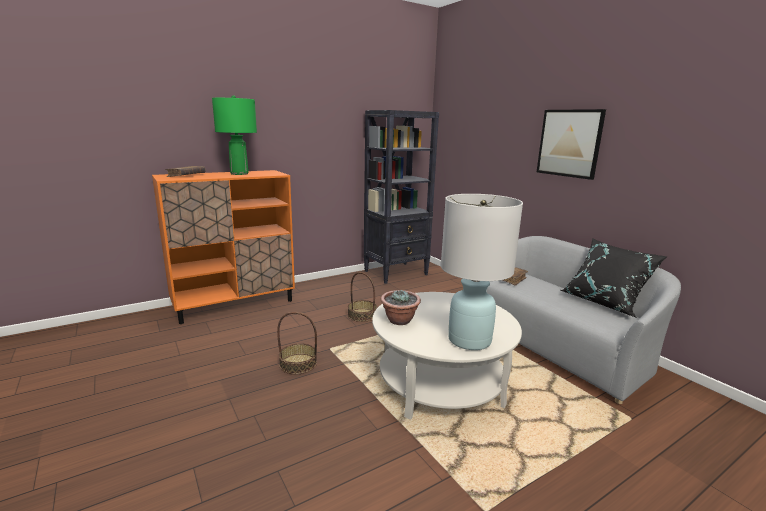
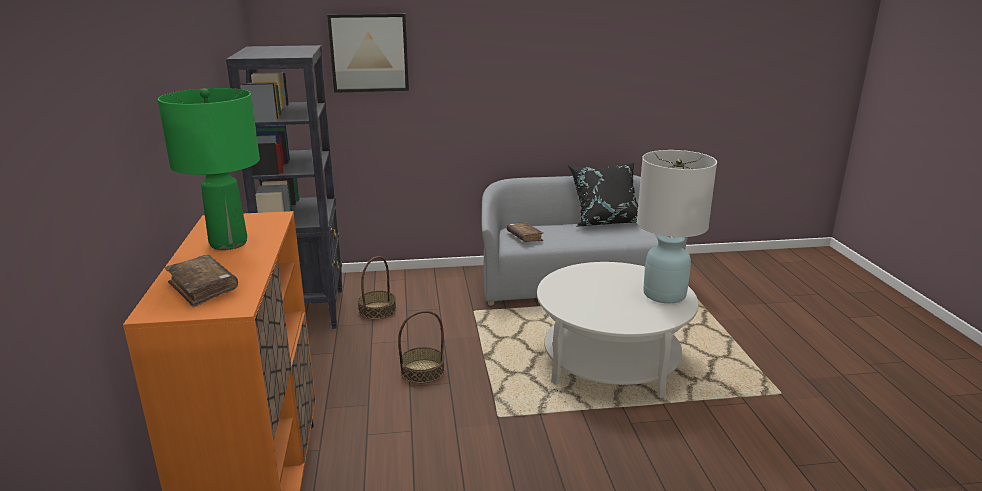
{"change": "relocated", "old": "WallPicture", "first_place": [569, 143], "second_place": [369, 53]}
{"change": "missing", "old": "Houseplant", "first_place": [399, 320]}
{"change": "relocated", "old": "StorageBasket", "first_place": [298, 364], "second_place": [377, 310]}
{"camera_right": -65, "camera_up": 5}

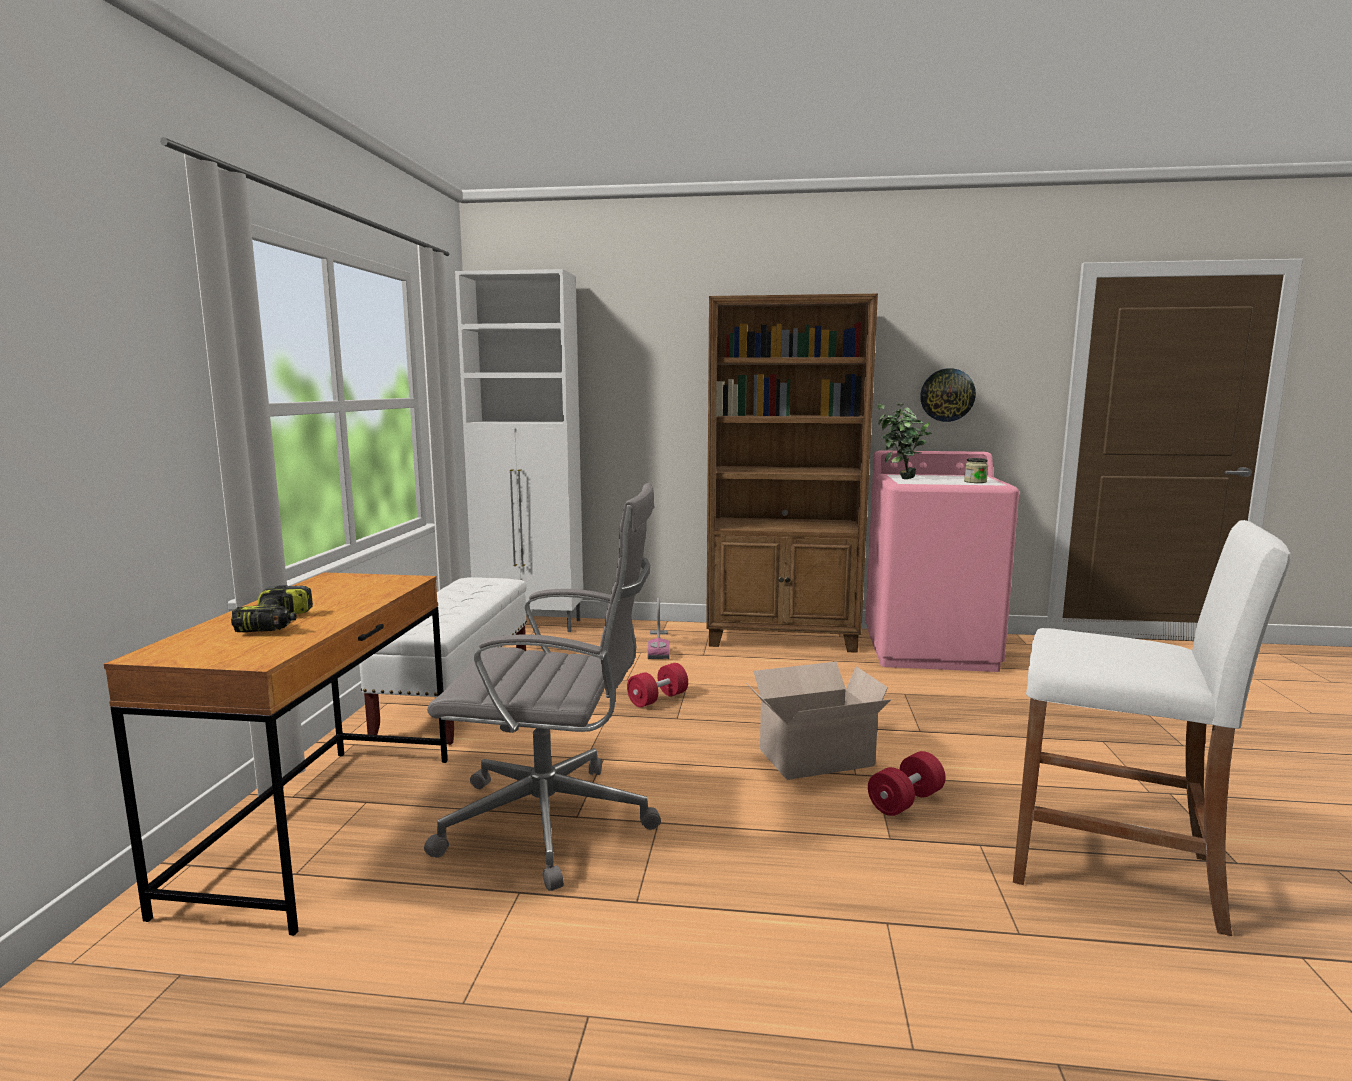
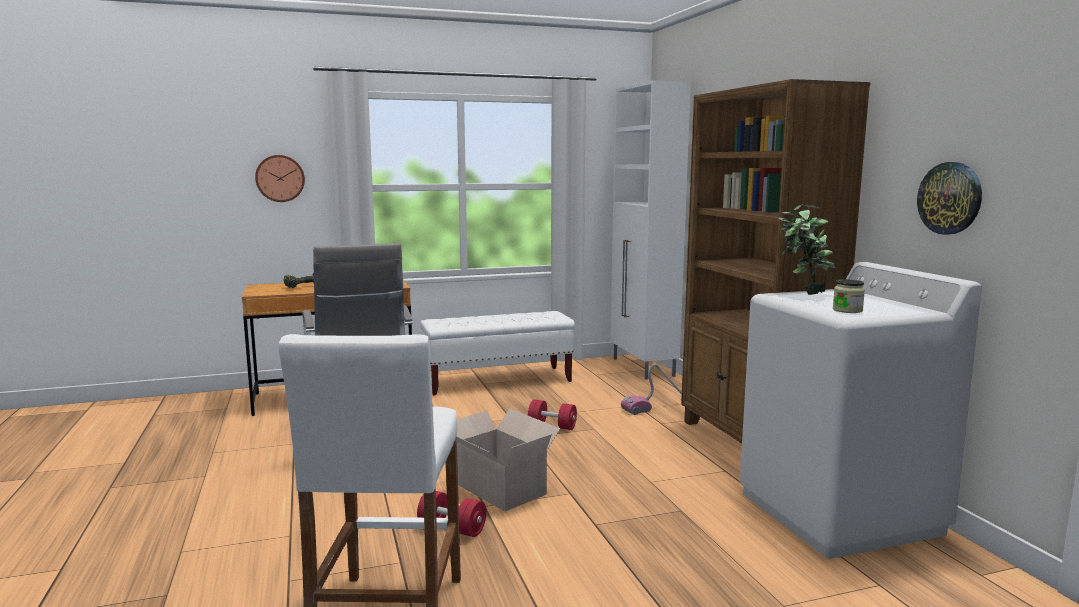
{"change": "colour", "old": "PinkWashingMachine", "new": "WhiteColouredWashingMachine", "first_place": [930, 650], "second_place": [840, 513]}
{"change": "appeared", "new": "ClockOnTheWall", "second_place": [280, 178]}
{"camera_right": 65, "camera_up": 0}

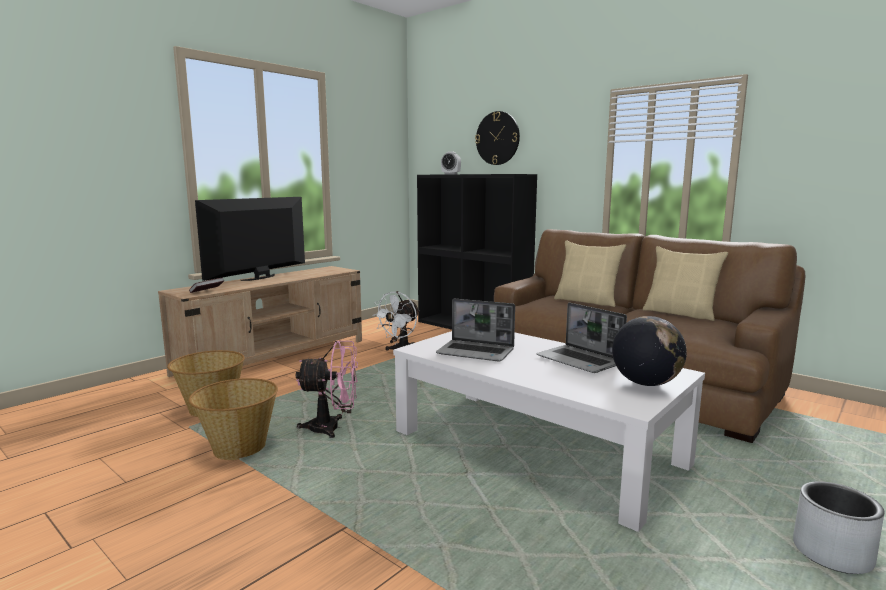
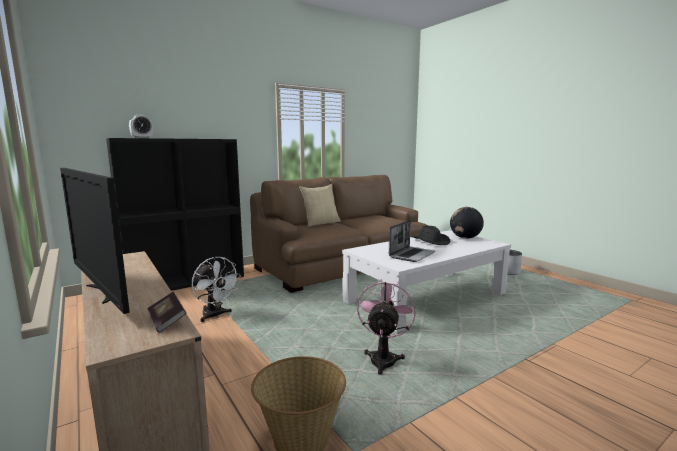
{"change": "missing", "old": "ClockOnTheWall", "first_place": [497, 138]}
{"change": "missing", "old": "SandColouredCushion", "first_place": [680, 313]}
{"change": "exchanged", "old": "Laptop", "new": "BlackishClothingHat", "first_place": [580, 360], "second_place": [431, 241]}
{"change": "missing", "old": "StorageBasket", "first_place": [239, 447]}
{"camera_right": -75, "camera_up": 0}

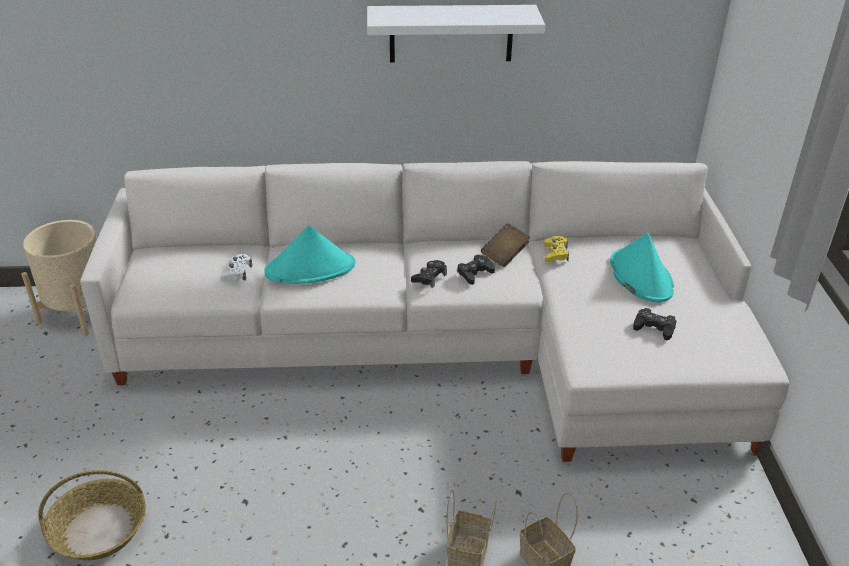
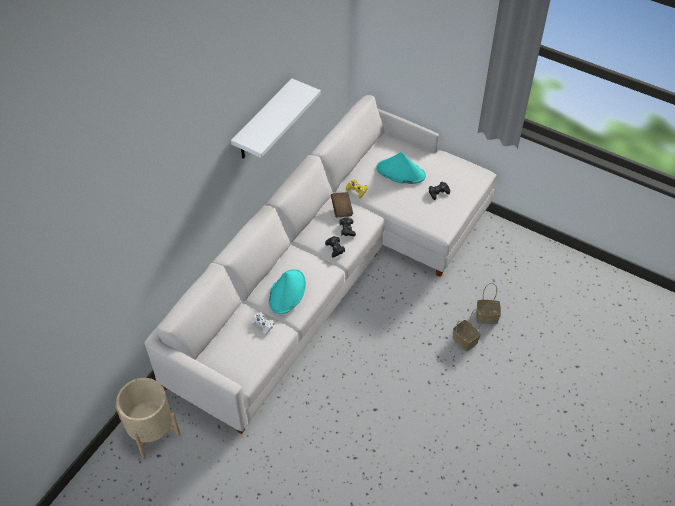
{"change": "missing", "old": "StorageBasket", "first_place": [99, 529]}
{"camera_right": -55, "camera_up": 15}

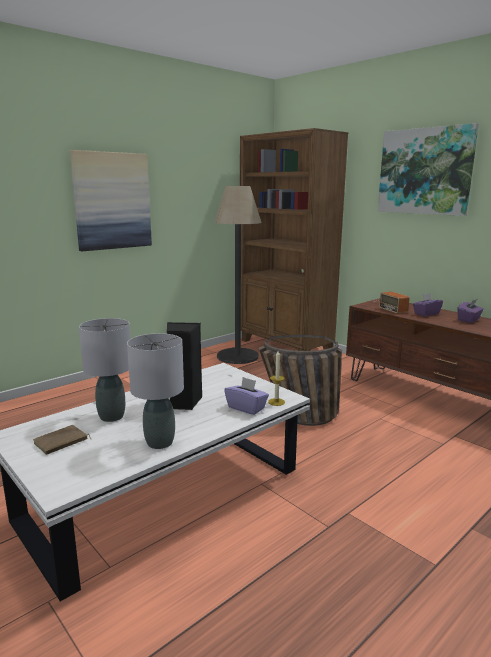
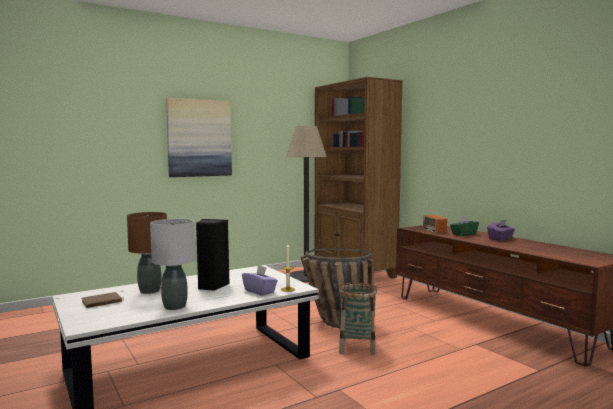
{"change": "missing", "old": "WallPicture", "first_place": [425, 171]}
{"change": "colour", "old": "PurplishTissueBox", "new": "GreenishTissueBox", "first_place": [426, 314], "second_place": [463, 234]}
{"change": "colour", "old": "GreyTableLamp", "new": "BrownColouredTableLamp", "first_place": [112, 416], "second_place": [150, 291]}
{"change": "appeared", "new": "StorageBasket", "second_place": [357, 347]}
{"camera_right": 10, "camera_up": -10}

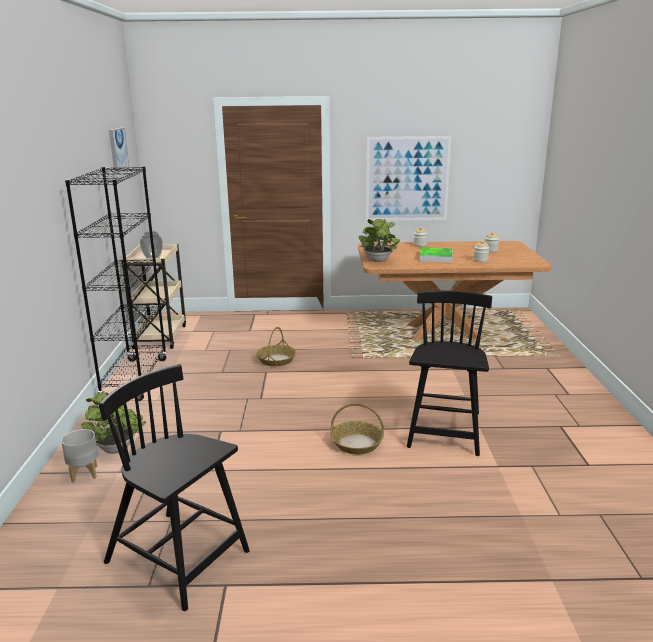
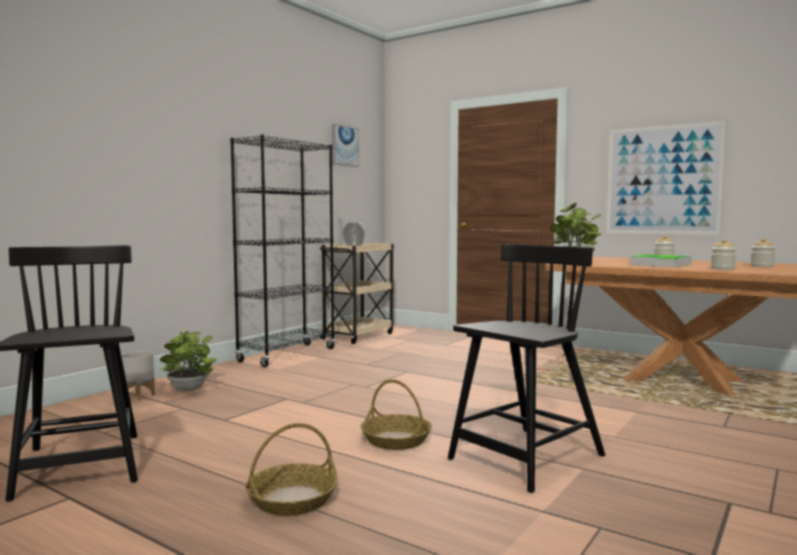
{"change": "relocated", "old": "StorageBasket", "first_place": [276, 360], "second_place": [293, 499]}
{"camera_right": 35, "camera_up": -15}

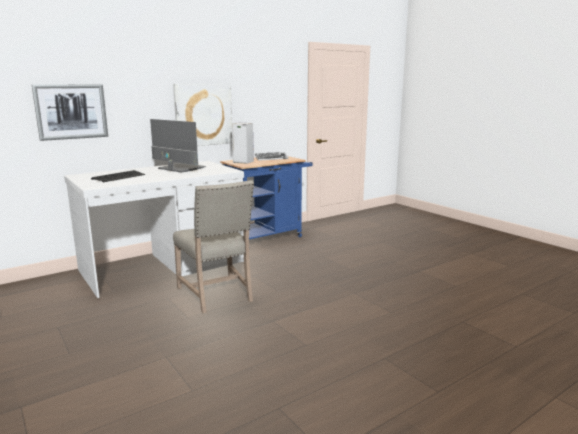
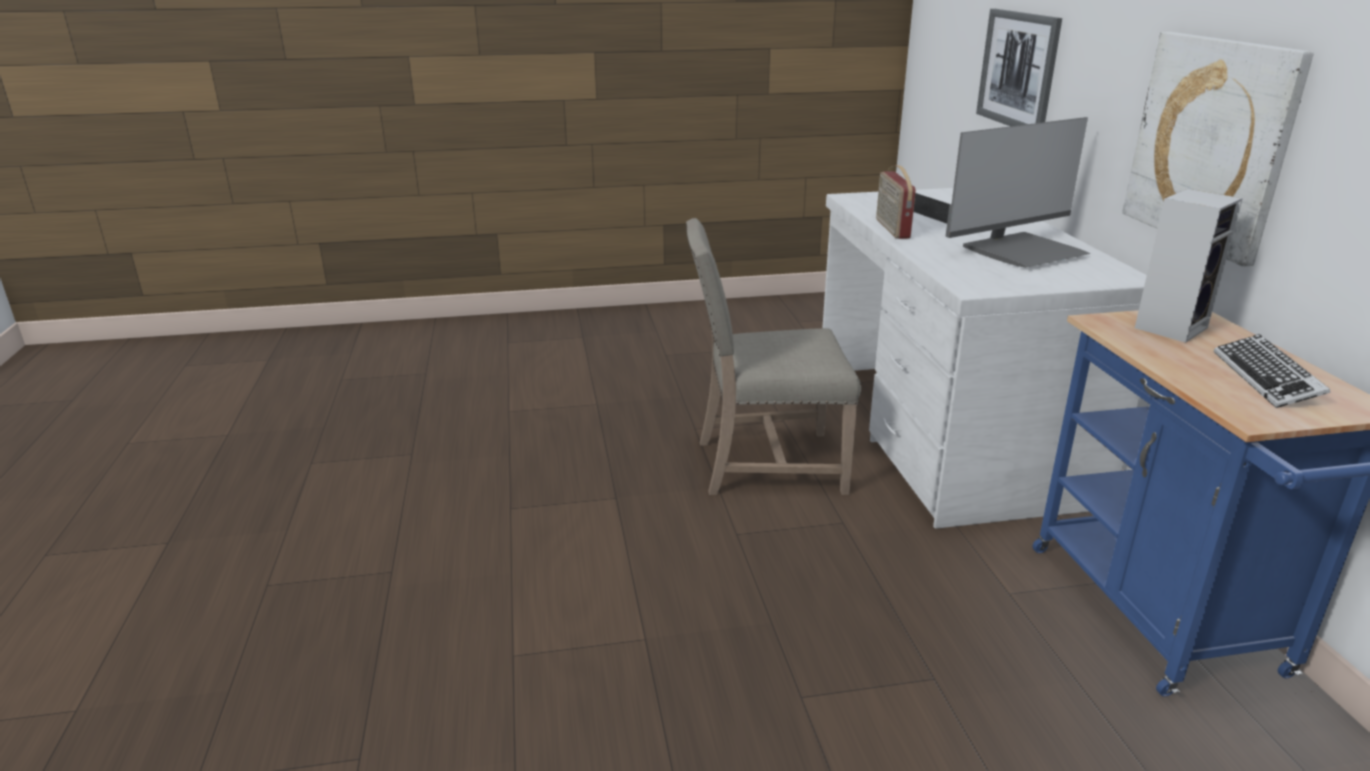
{"change": "appeared", "new": "RadioReceiver", "second_place": [891, 229]}
{"camera_right": 115, "camera_up": 10}

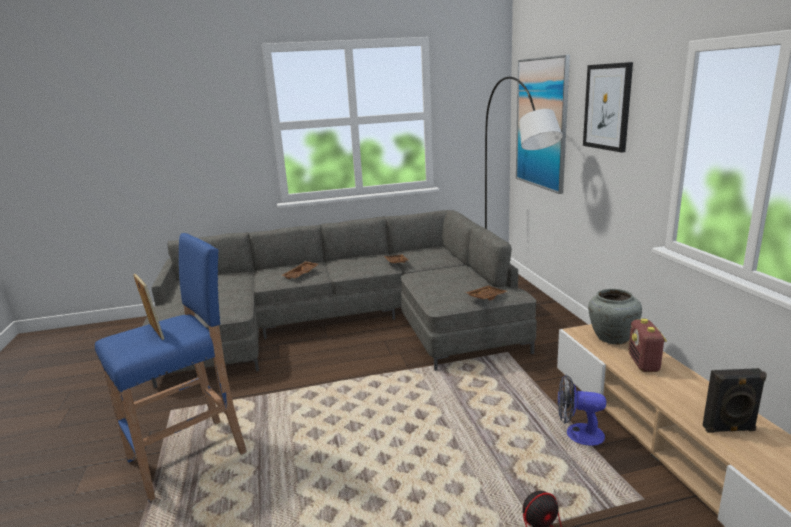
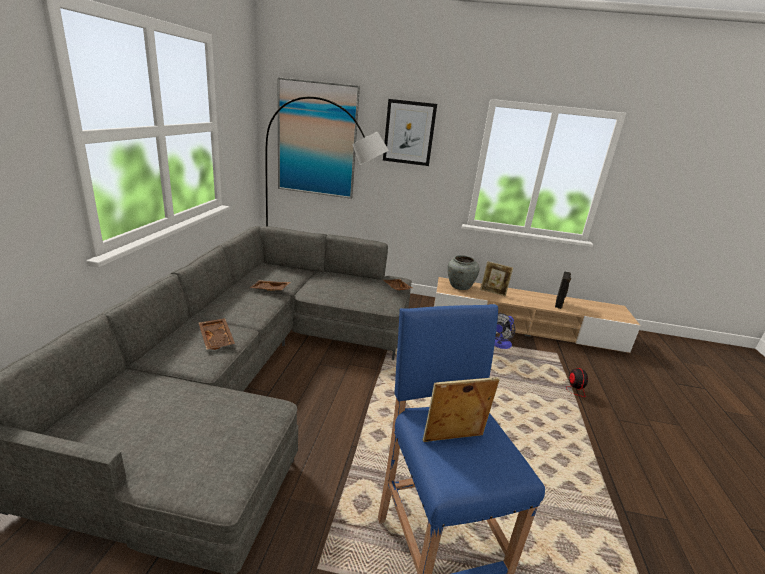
{"change": "exchanged", "old": "RadioReceiver", "new": "StandingFrame", "first_place": [643, 363], "second_place": [493, 292]}
{"camera_right": -70, "camera_up": 5}

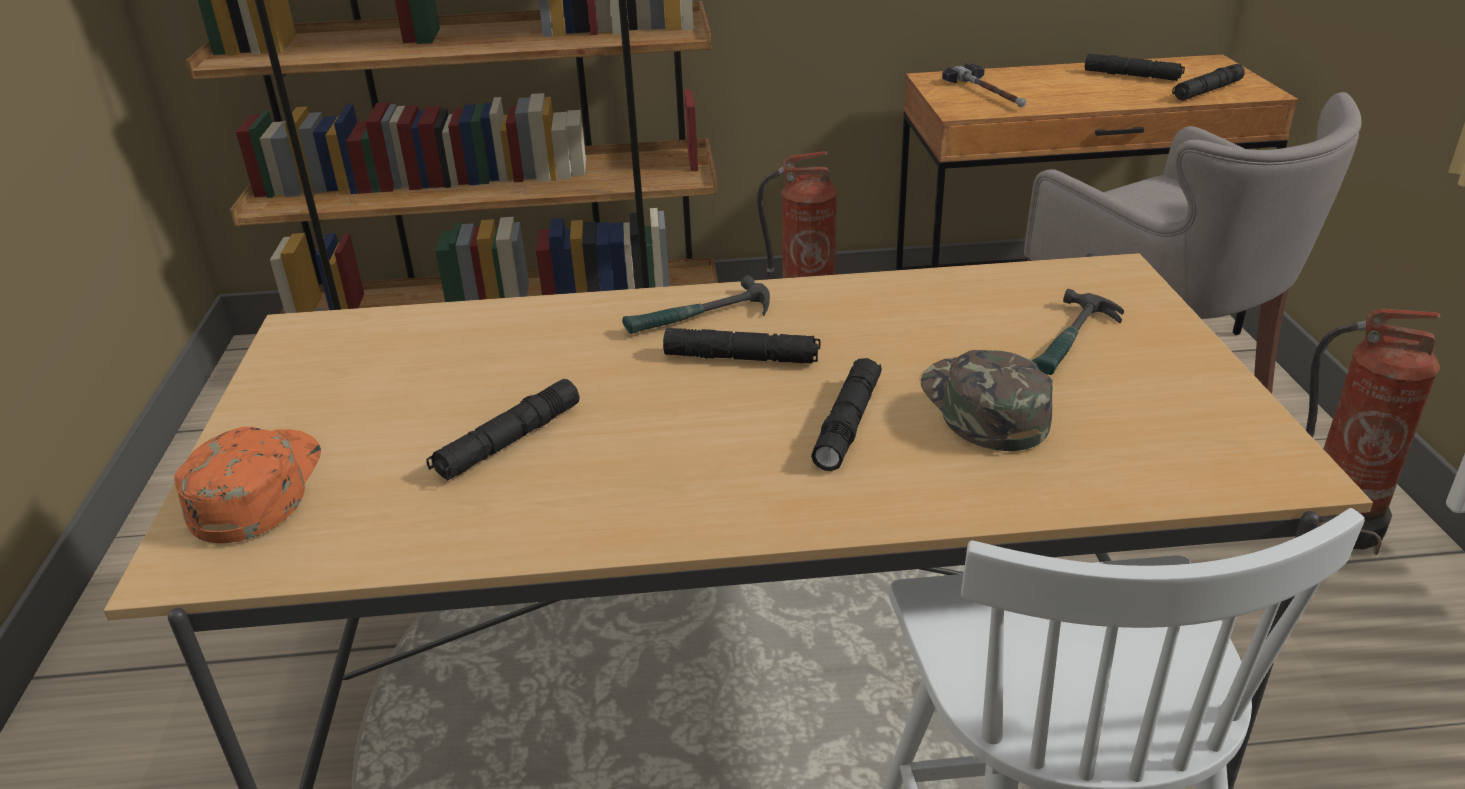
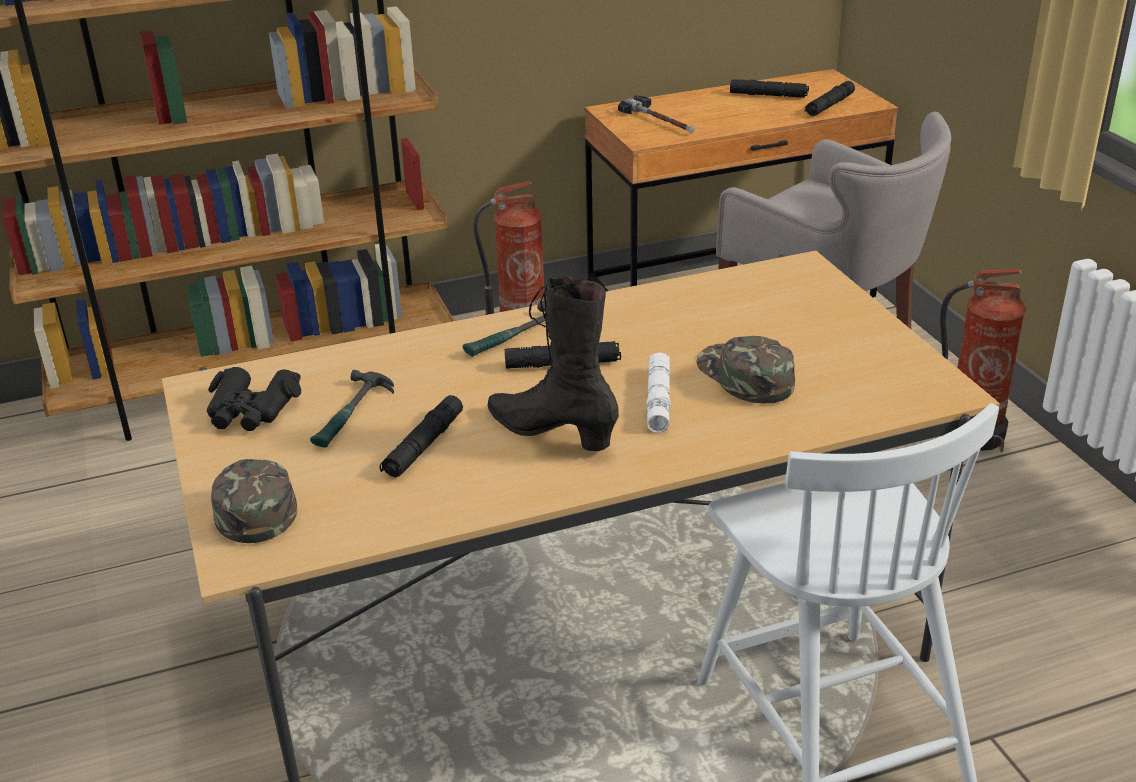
{"change": "relocated", "old": "HandHammer", "first_place": [1072, 342], "second_place": [351, 415]}
{"change": "colour", "old": "BlackishTorch", "new": "WhiteColouredTorch", "first_place": [848, 423], "second_place": [658, 399]}
{"change": "colour", "old": "OrangeColouredBaseballCap", "new": "GreenishBaseballCap", "first_place": [255, 488], "second_place": [253, 504]}
{"change": "appeared", "new": "BlackishTallBoot", "second_place": [552, 432]}
{"change": "appeared", "new": "BlackishBinoculars", "second_place": [251, 411]}
{"camera_right": -15, "camera_up": 0}

